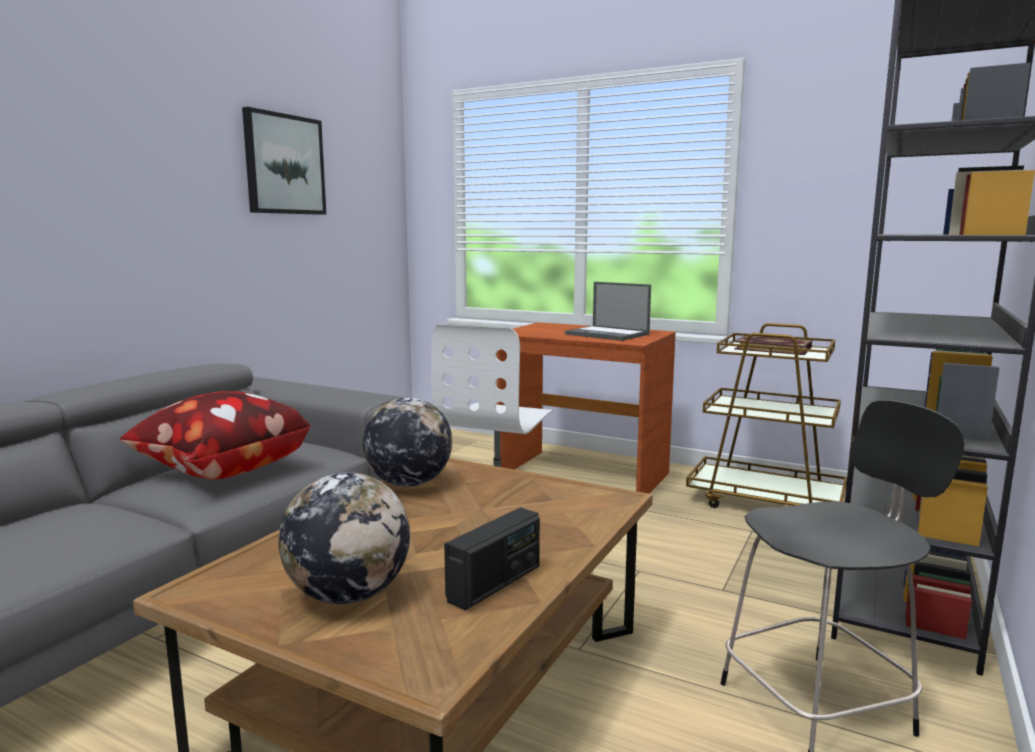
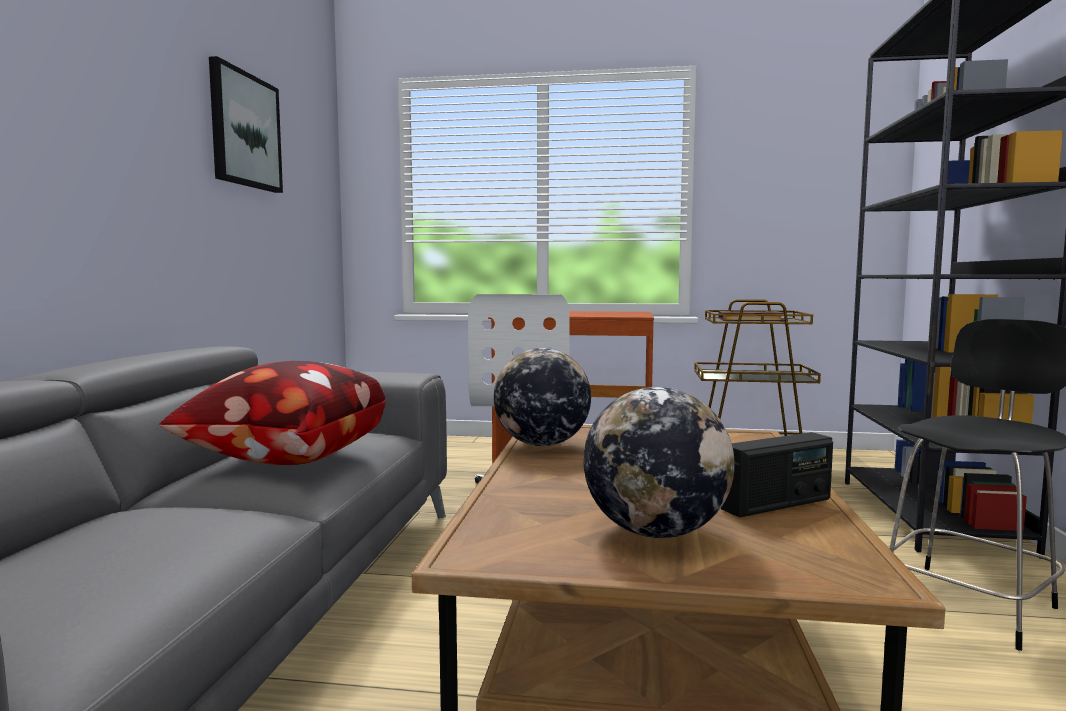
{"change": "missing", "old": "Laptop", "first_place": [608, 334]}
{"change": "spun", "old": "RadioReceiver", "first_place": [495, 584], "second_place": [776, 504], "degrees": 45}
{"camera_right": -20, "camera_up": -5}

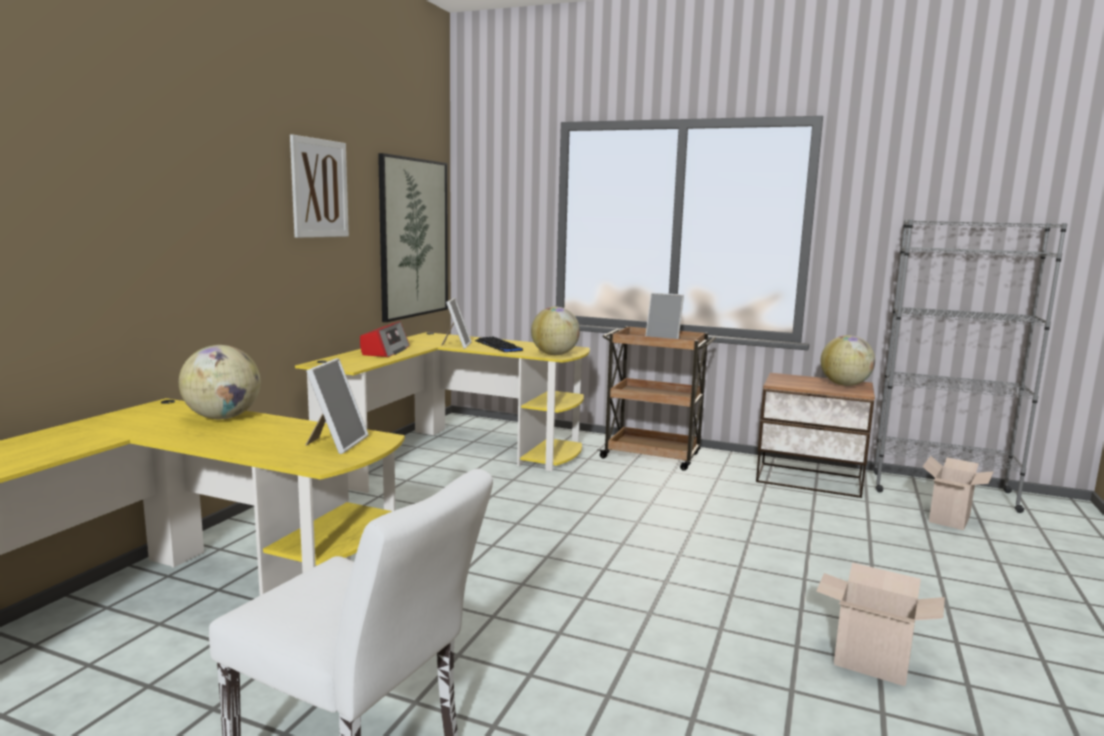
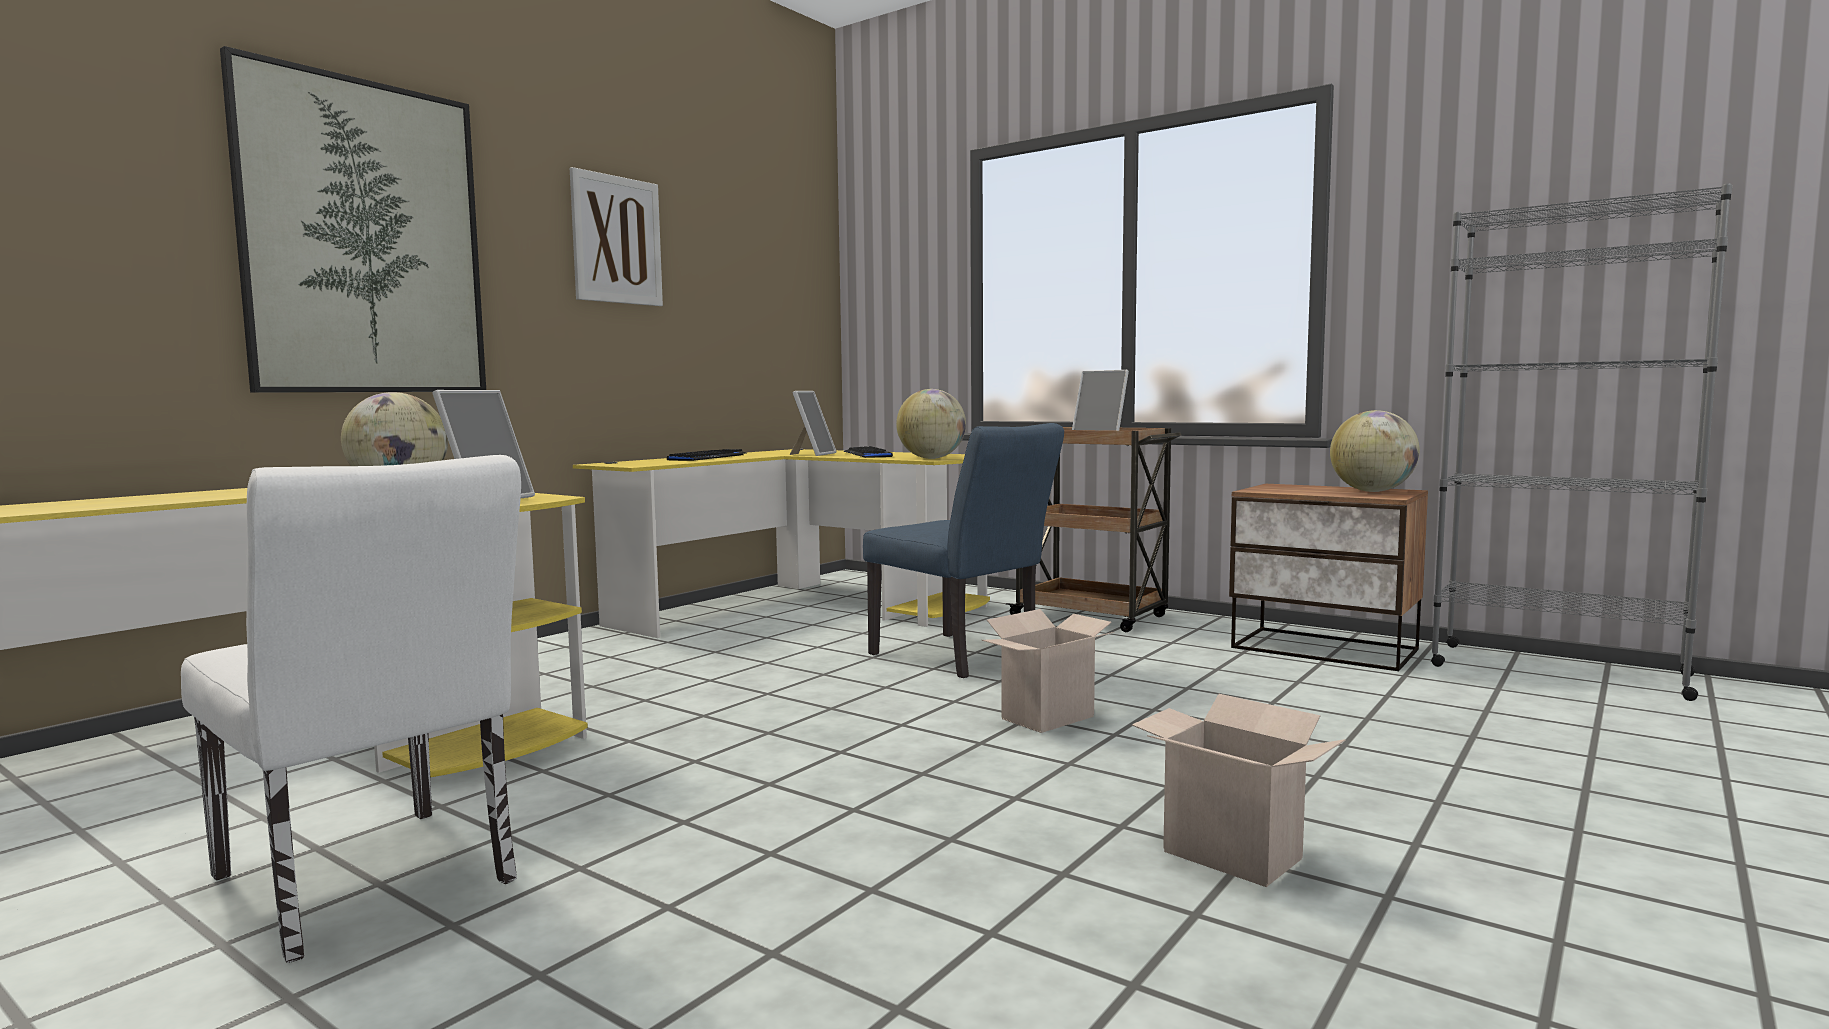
{"change": "relocated", "old": "WallPicture", "first_place": [414, 238], "second_place": [364, 238]}
{"change": "exchanged", "old": "RadioReceiver", "new": "Keyboard", "first_place": [385, 351], "second_place": [708, 457]}
{"change": "relocated", "old": "CardboardBox", "first_place": [950, 520], "second_place": [1047, 719]}
{"change": "appeared", "new": "BlueColouredUprightChair", "second_place": [963, 657]}
{"camera_right": 15, "camera_up": -5}

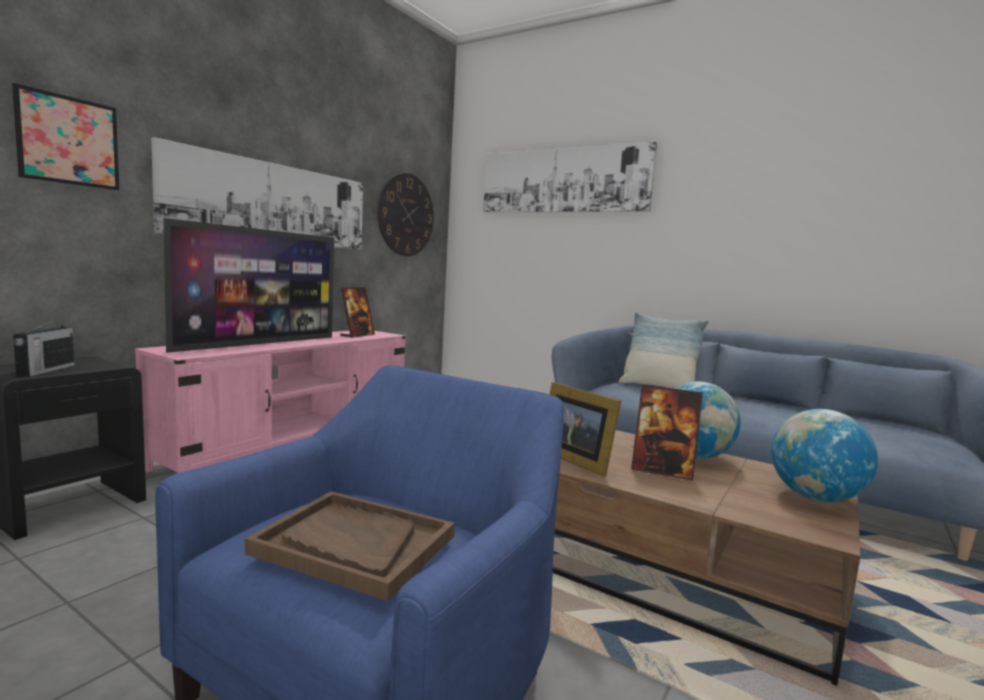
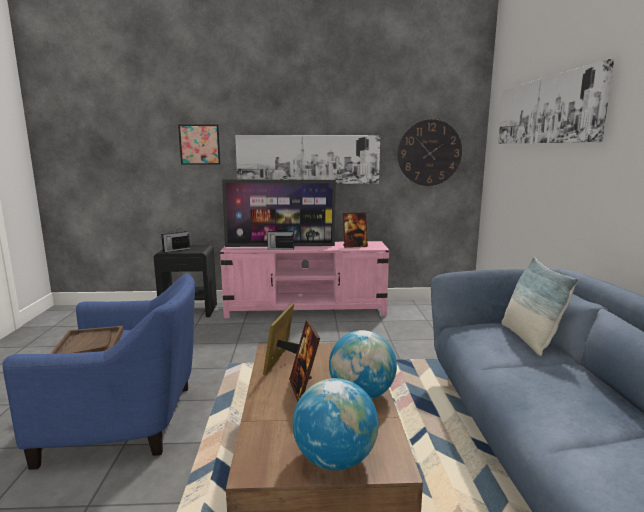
{"change": "appeared", "new": "RadioReceiver", "second_place": [280, 248]}
{"camera_right": 55, "camera_up": 5}

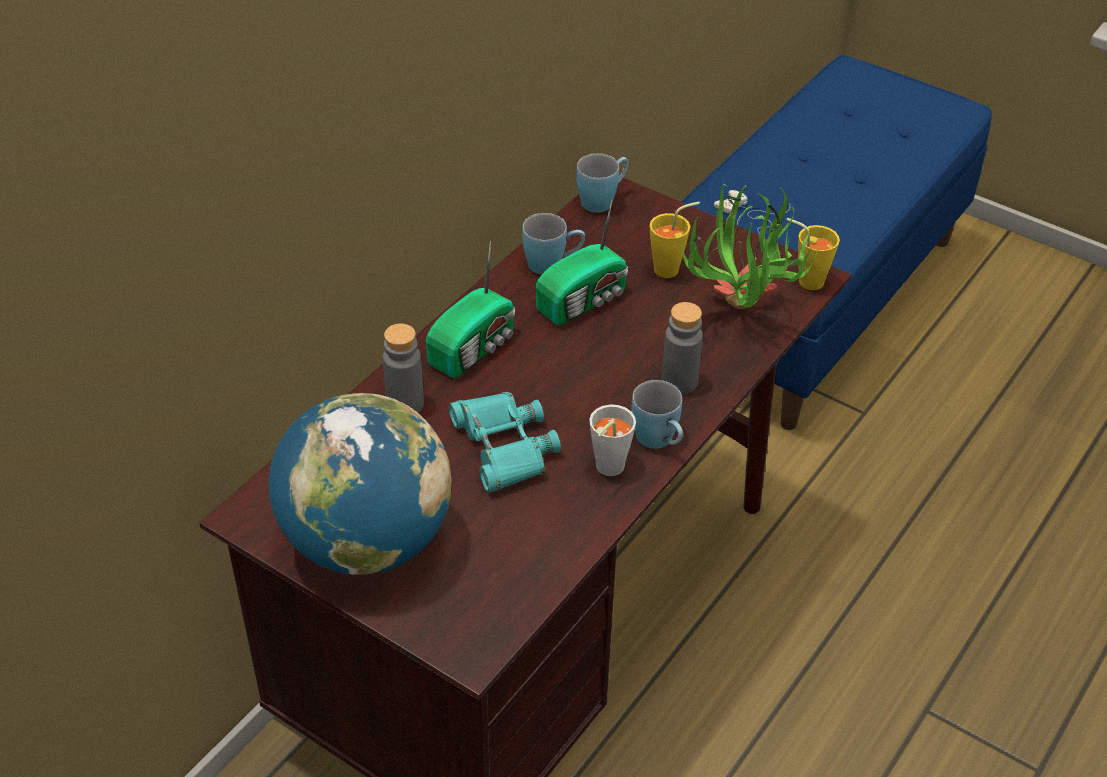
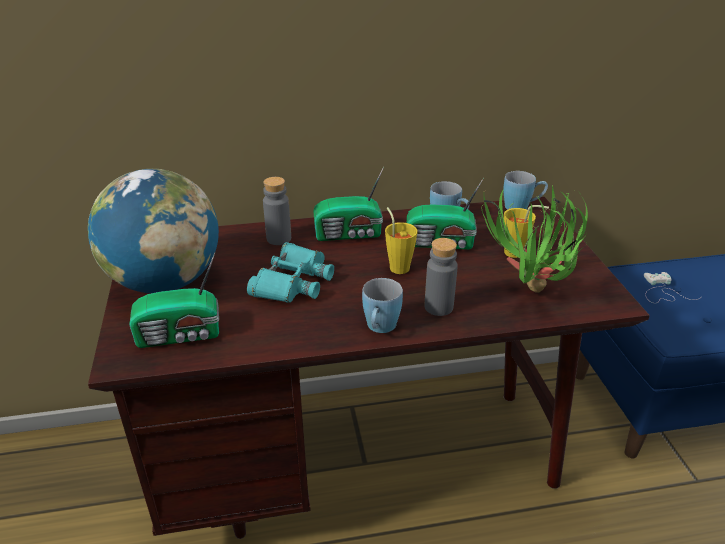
{"change": "relocated", "old": "YellowColouredSmallCup", "first_place": [805, 280], "second_place": [398, 265]}
{"change": "missing", "old": "GreySmallCup", "first_place": [606, 470]}
{"change": "appeared", "new": "RadioReceiver", "second_place": [181, 335]}
{"camera_right": 45, "camera_up": -10}

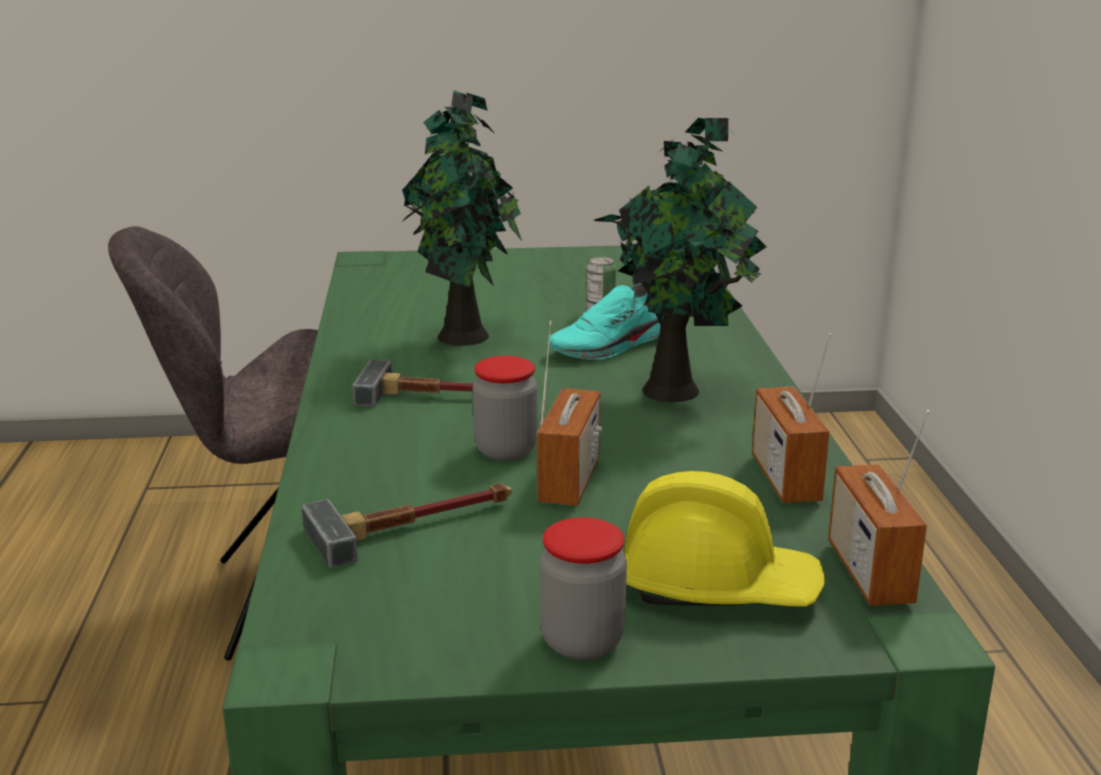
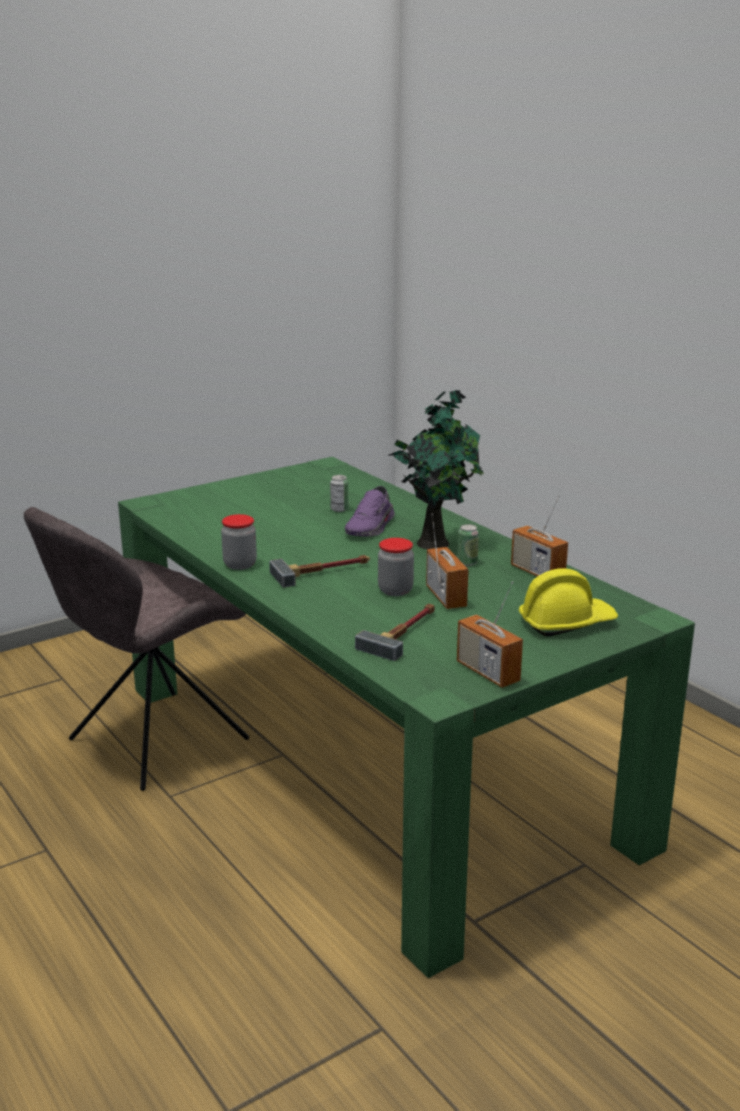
{"change": "missing", "old": "Houseplant", "first_place": [466, 338]}
{"change": "colour", "old": "TurquoiseColouredShoe", "new": "PurplishShoe", "first_place": [610, 347], "second_place": [371, 527]}
{"change": "relocated", "old": "RadioReceiver", "first_place": [869, 573], "second_place": [487, 672]}
{"change": "relocated", "old": "Jar", "first_place": [582, 641], "second_place": [240, 564]}
{"change": "appeared", "new": "SealedCan", "second_place": [467, 563]}
{"camera_right": -30, "camera_up": 0}

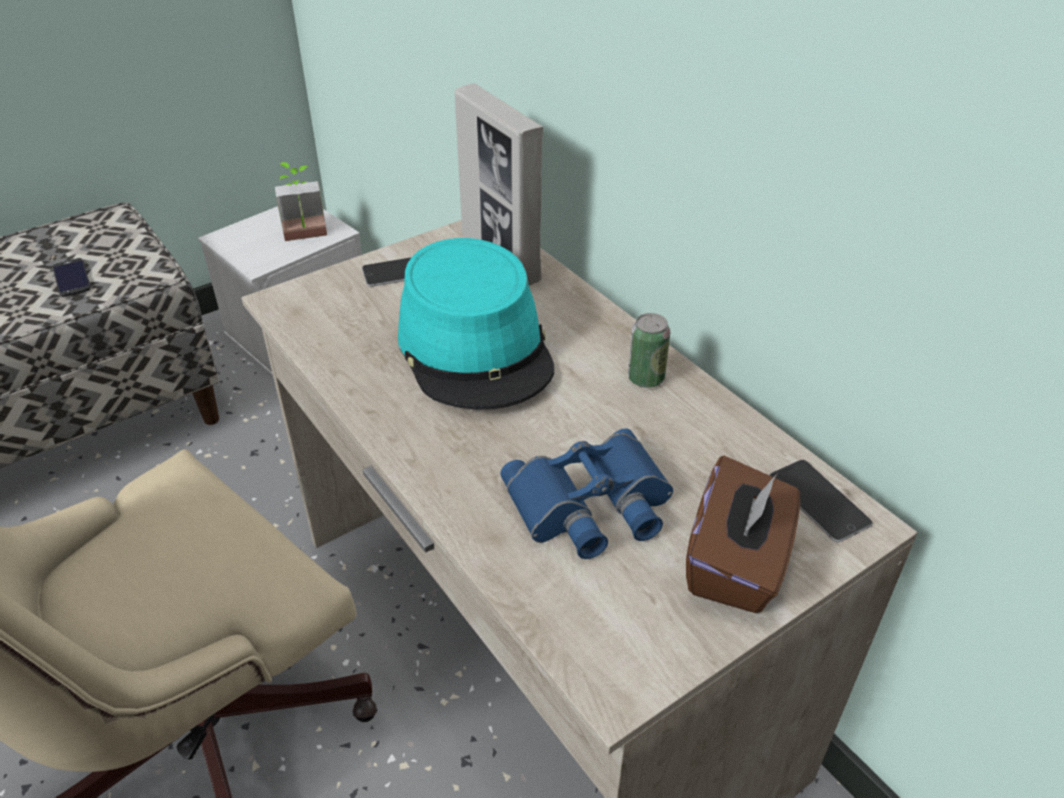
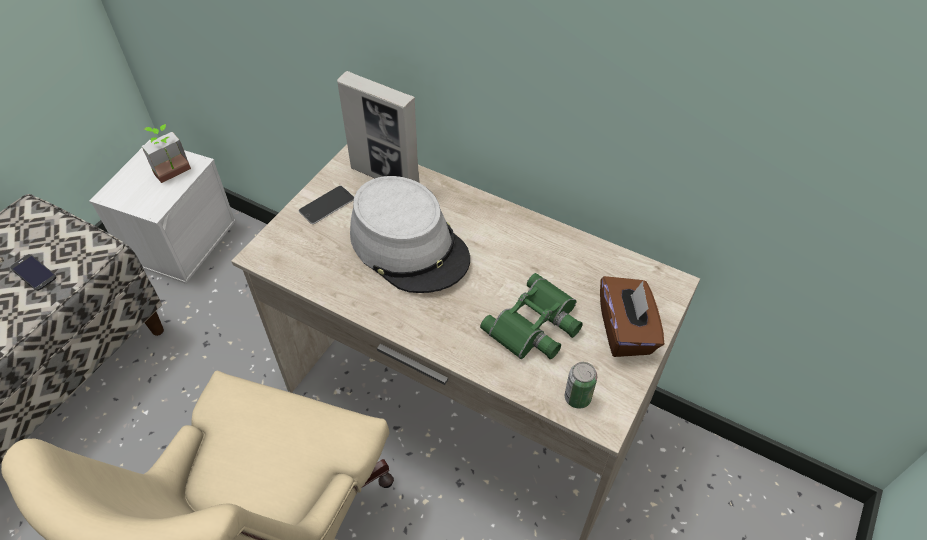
{"change": "colour", "old": "TurquoiseColouredClothingHat", "new": "GreyClothingHat", "first_place": [476, 347], "second_place": [409, 246]}
{"change": "relocated", "old": "SealedCan", "first_place": [646, 378], "second_place": [577, 398]}
{"change": "colour", "old": "BlueColouredBinoculars", "new": "GreenishBinoculars", "first_place": [592, 506], "second_place": [536, 326]}
{"change": "missing", "old": "Phone", "first_place": [818, 500]}
{"camera_right": -25, "camera_up": 10}

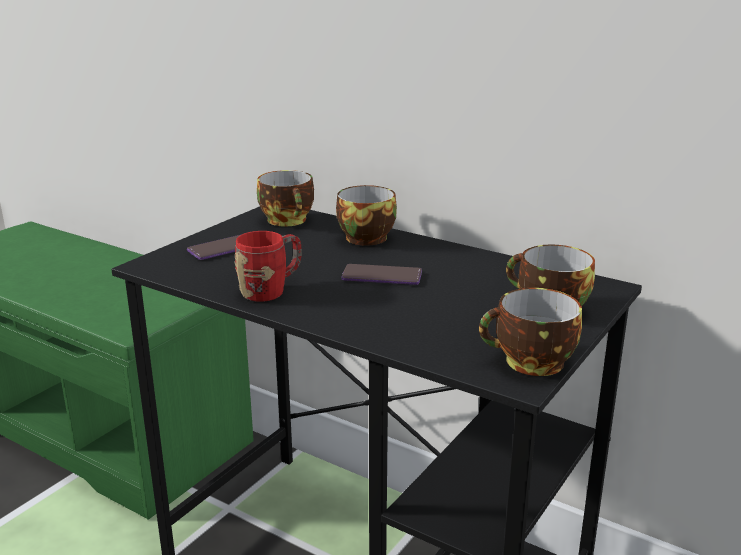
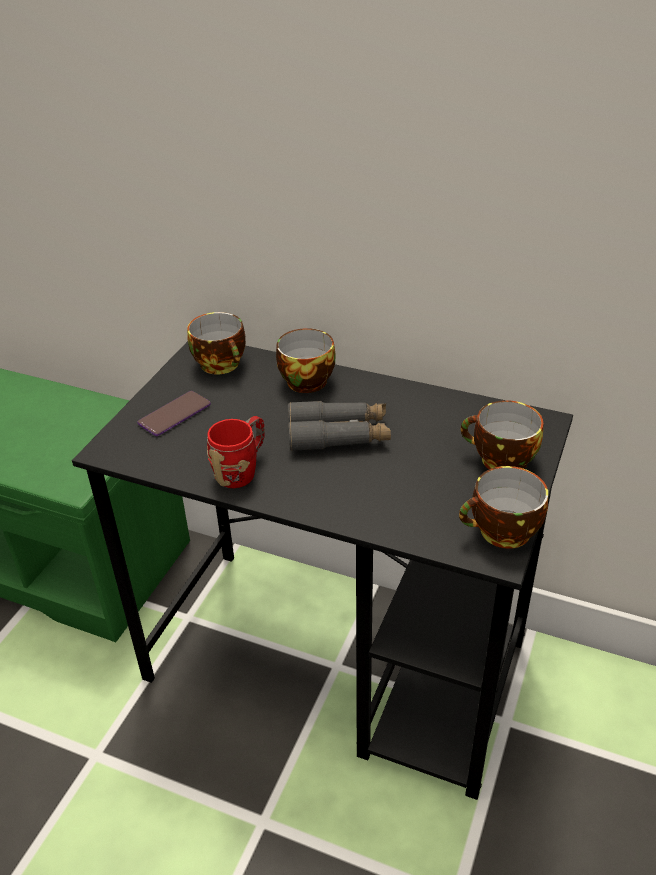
{"change": "exchanged", "old": "Phone", "new": "GreyBinoculars", "first_place": [382, 276], "second_place": [339, 435]}
{"camera_right": -10, "camera_up": 15}

